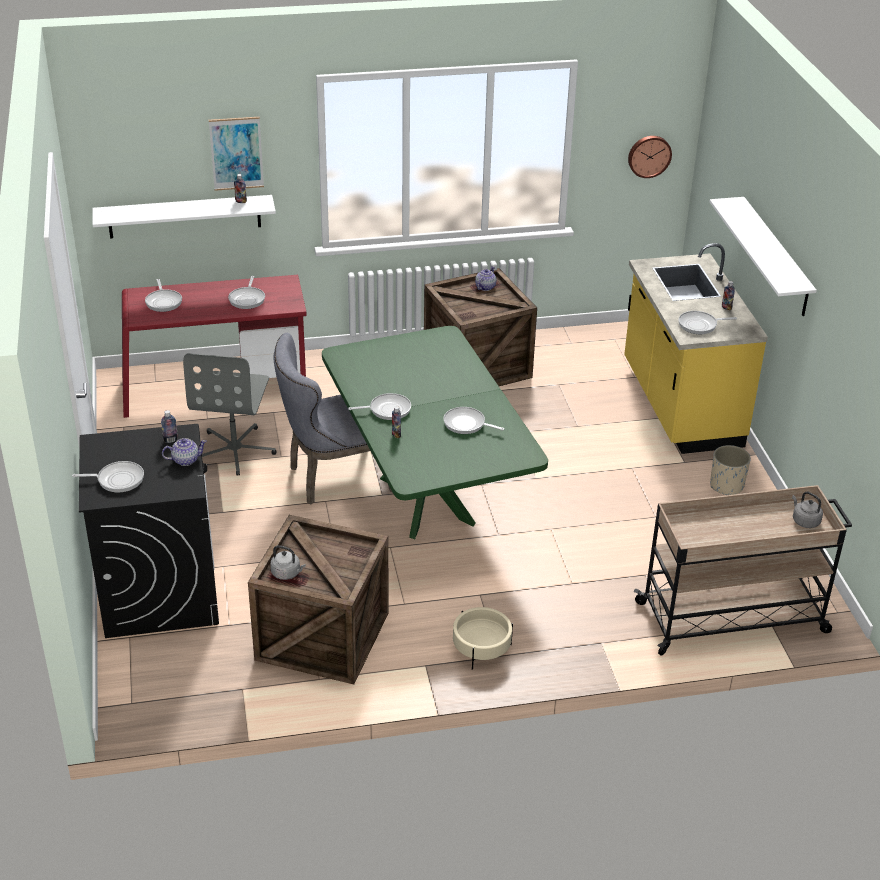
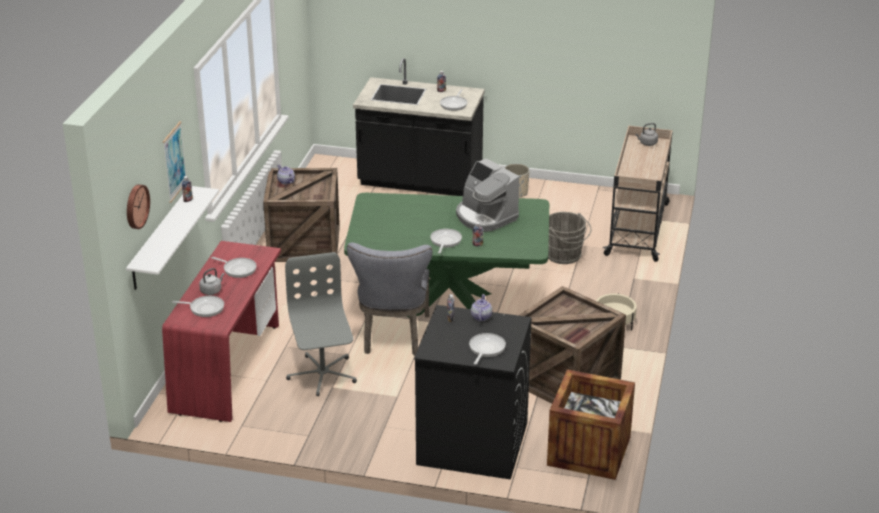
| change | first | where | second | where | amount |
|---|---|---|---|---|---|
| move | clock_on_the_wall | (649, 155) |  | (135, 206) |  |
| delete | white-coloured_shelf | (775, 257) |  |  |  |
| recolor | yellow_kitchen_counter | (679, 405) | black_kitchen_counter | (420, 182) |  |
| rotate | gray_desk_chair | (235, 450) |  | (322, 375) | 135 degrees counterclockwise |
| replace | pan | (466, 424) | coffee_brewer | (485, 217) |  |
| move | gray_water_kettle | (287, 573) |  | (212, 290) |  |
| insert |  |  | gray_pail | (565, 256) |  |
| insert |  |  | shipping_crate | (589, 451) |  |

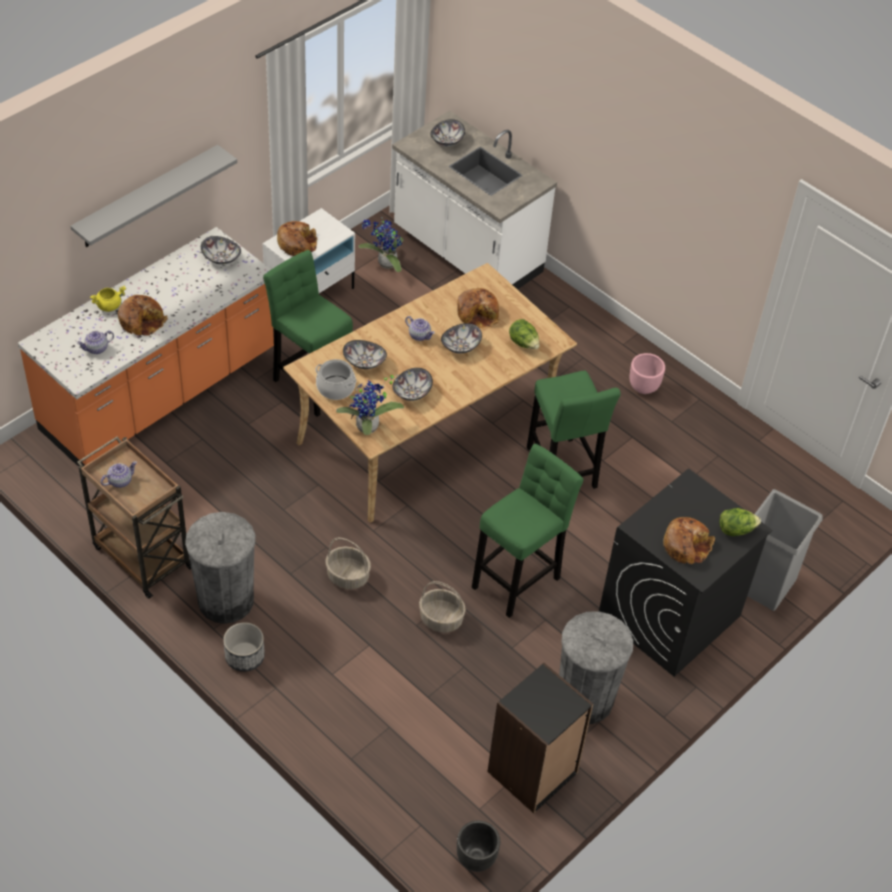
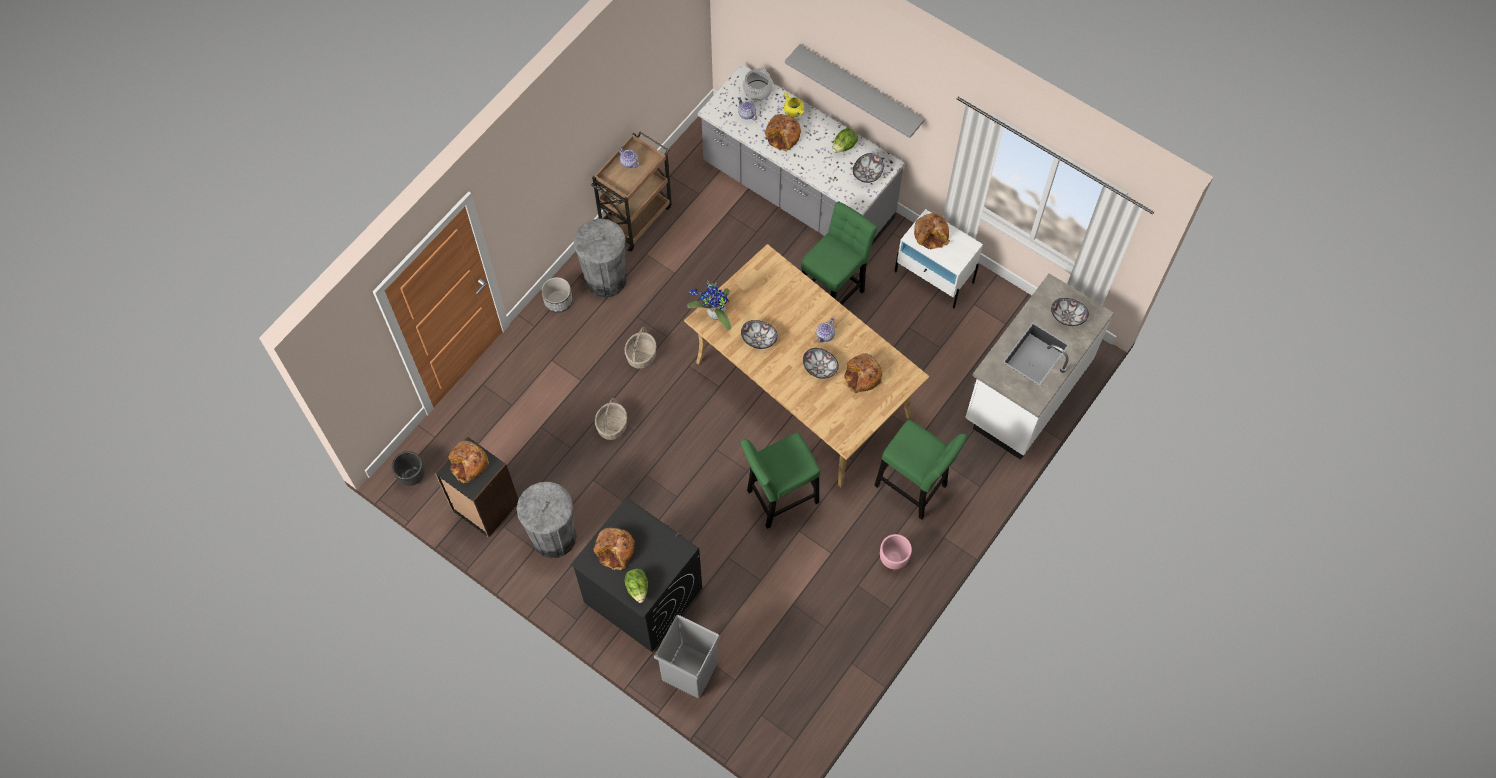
| change | first | where | second | where | amount |
|---|---|---|---|---|---|
| delete | potted_plant | (385, 264) |  |  |  |
| recolor | orange_kitchen_counter | (160, 392) | gray_kitchen_counter | (797, 193) |  |
| move | lettuce | (524, 344) |  | (844, 147) |  |
| delete | deep_dish | (364, 362) |  |  |  |
| move | saucepot | (336, 388) |  | (757, 90) |  |
| move | green_stool | (519, 579) |  | (913, 489) |  |
| insert |  |  | bread | (469, 464) |  |

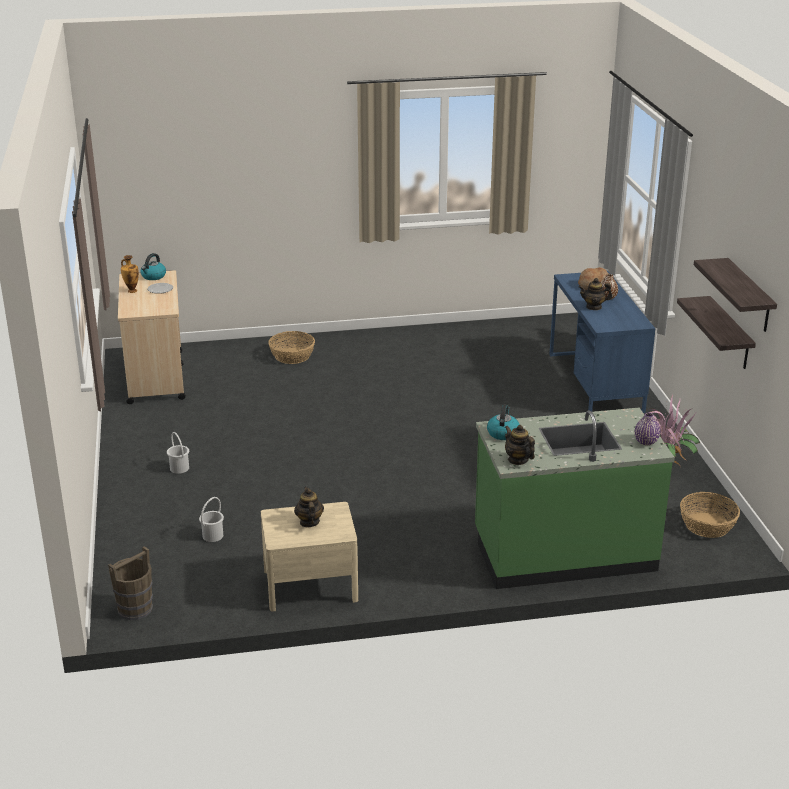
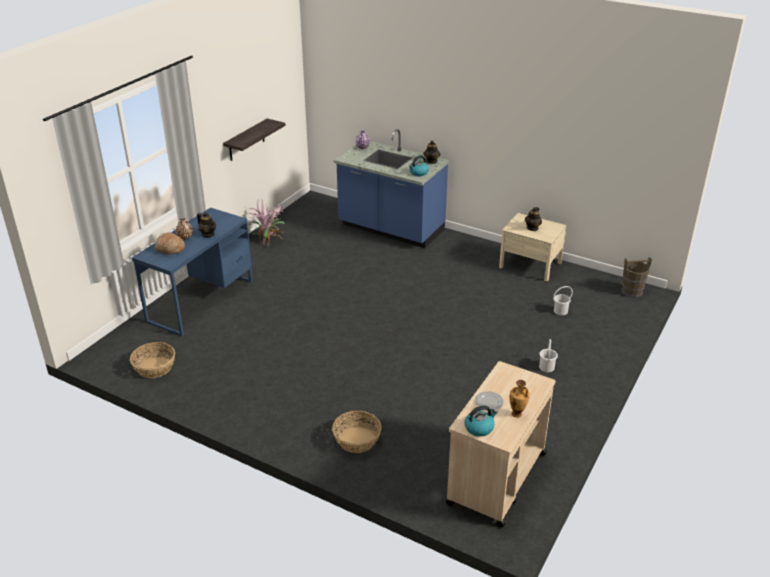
| change | first | where | second | where | amount |
|---|---|---|---|---|---|
| delete | shelf | (749, 296) |  |  |  |
| recolor | green_kitchen_counter | (564, 552) | blue_kitchen_counter | (391, 228) |  |
| move | basket | (707, 525) |  | (154, 368) |  |

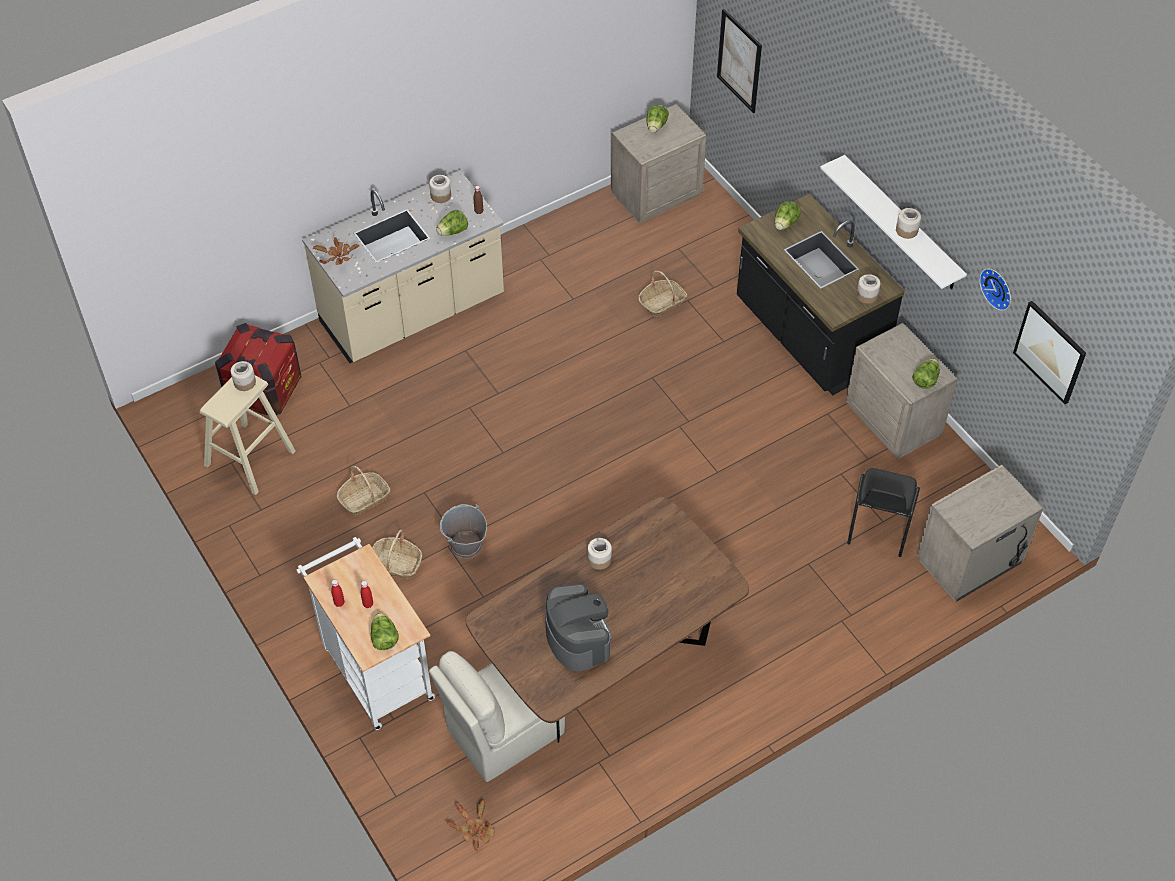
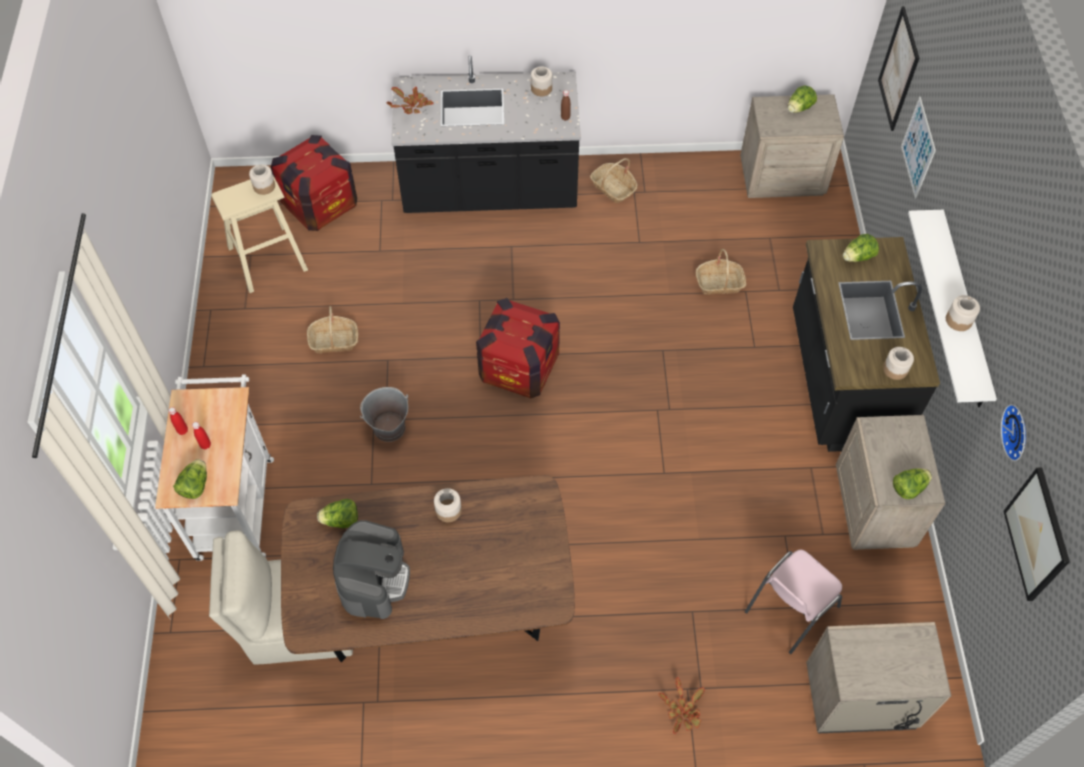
| change | first | where | second | where | amount |
|---|---|---|---|---|---|
| recolor | sand-coloured_kitchen_counter | (413, 312) | black_kitchen_counter | (490, 191) |  |
| move | lettuce | (453, 231) |  | (341, 520) |  |
| recolor | black_upright_chair | (879, 525) | pink_upright_chair | (790, 609) |  |
| move | basket | (396, 563) |  | (613, 188) |  |
| move | potted_plant | (475, 830) |  | (683, 711) |  |
| insert |  |  | wall_art | (918, 148) |  |
| insert |  |  | shipping_crate | (519, 367) |  |

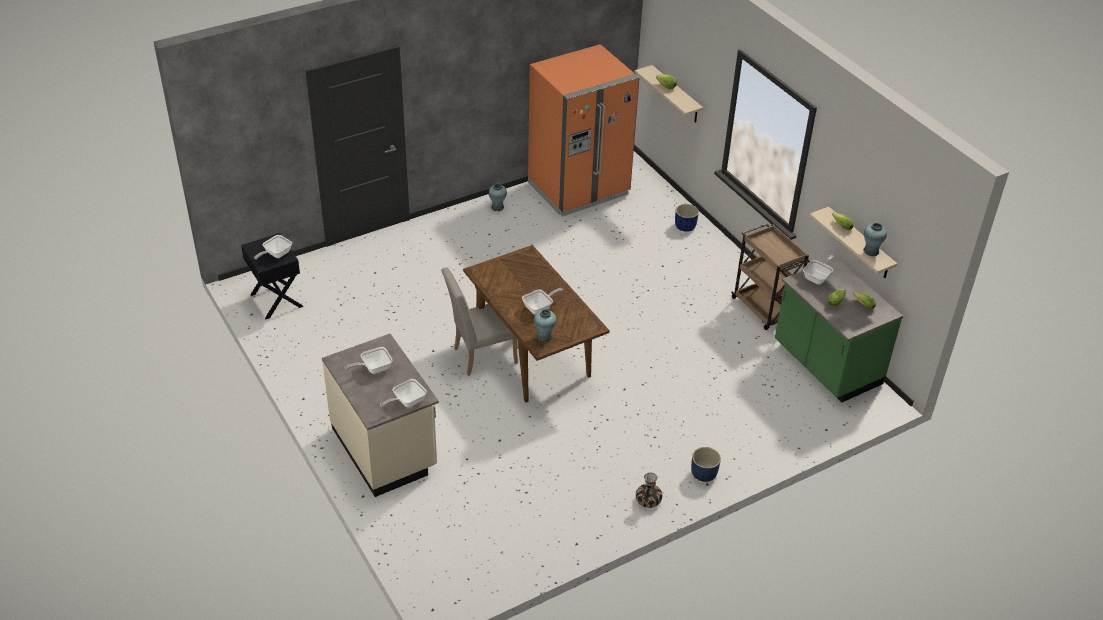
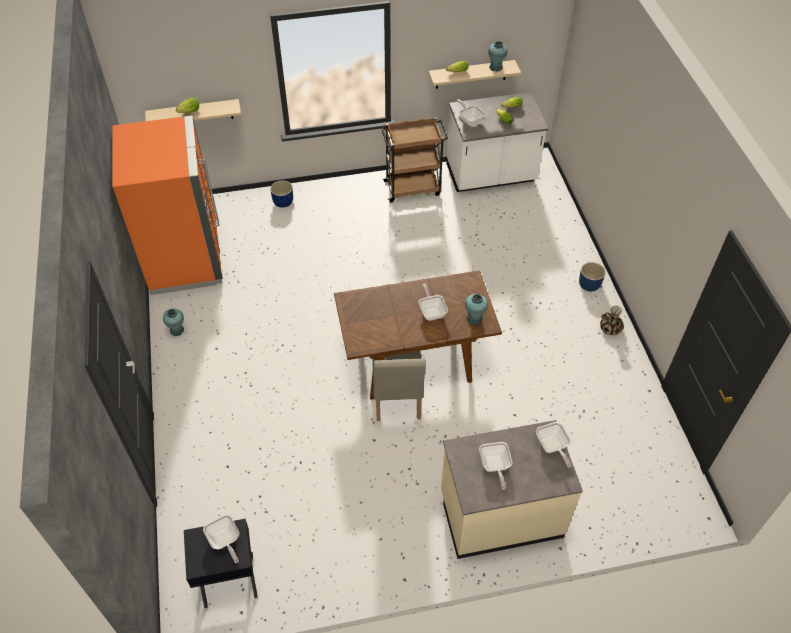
| change | first | where | second | where | amount |
|---|---|---|---|---|---|
| recolor | green_kitchen_counter | (826, 365) | white-coloured_kitchen_counter | (491, 175) |  |

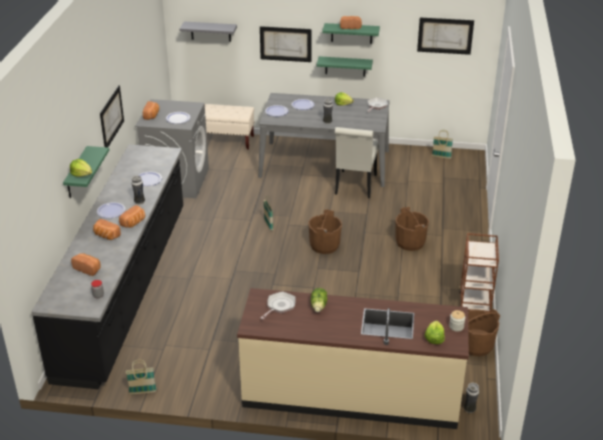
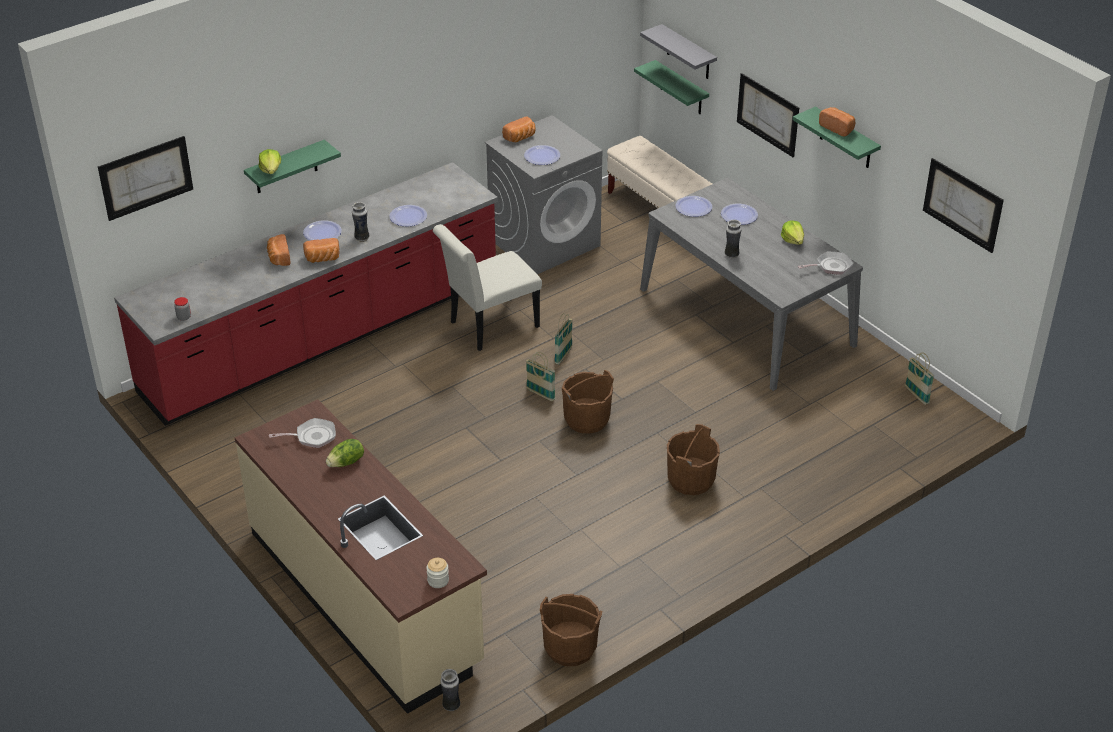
| change | first | where | second | where | amount |
|---|---|---|---|---|---|
| move | green_shelf | (345, 66) |  | (681, 88) |  |
| move | wall_art | (111, 117) |  | (146, 177) |  |
| move | white-coloured_upright_chair | (355, 186) |  | (489, 327) |  |
| recolor | black_kitchen_counter | (125, 288) | red_kitchen_counter | (323, 338) |  |
| delete | brown_trolley | (474, 305) |  |  |  |
| delete | bread | (88, 269) |  |  |  |
| delete | lettuce | (434, 338) |  |  |  |
| move | basket | (142, 392) |  | (540, 394) |  |

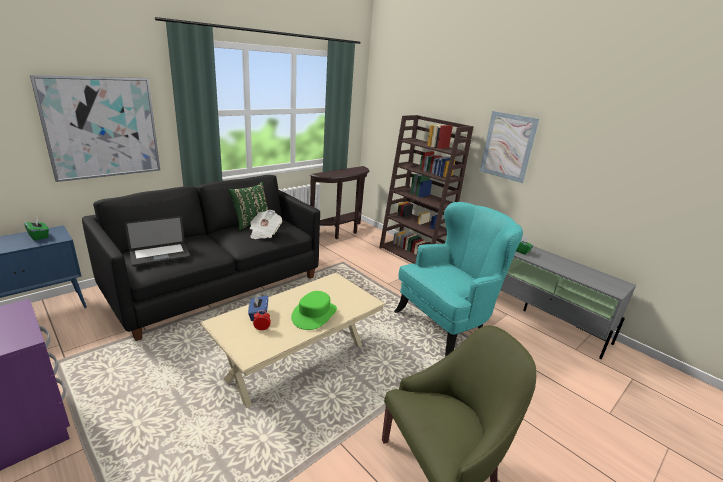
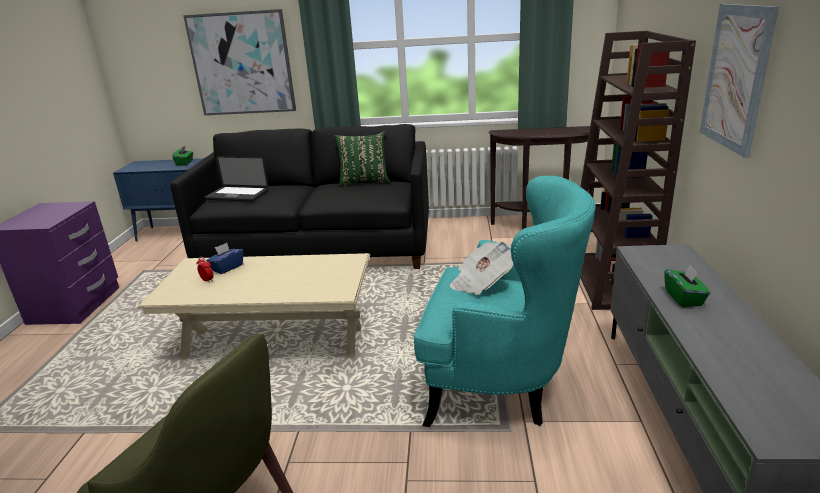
| change | first | where | second | where | amount |
|---|---|---|---|---|---|
| move | daily_paper | (264, 233) |  | (481, 283) |  |
| delete | green_clothing_hat | (314, 314) |  |  |  |

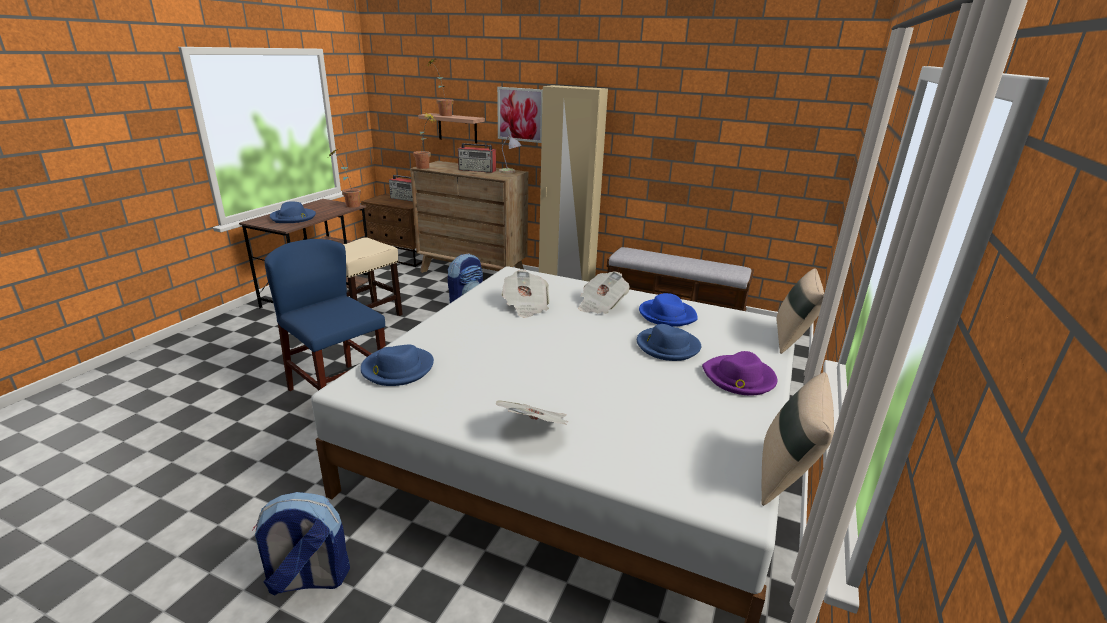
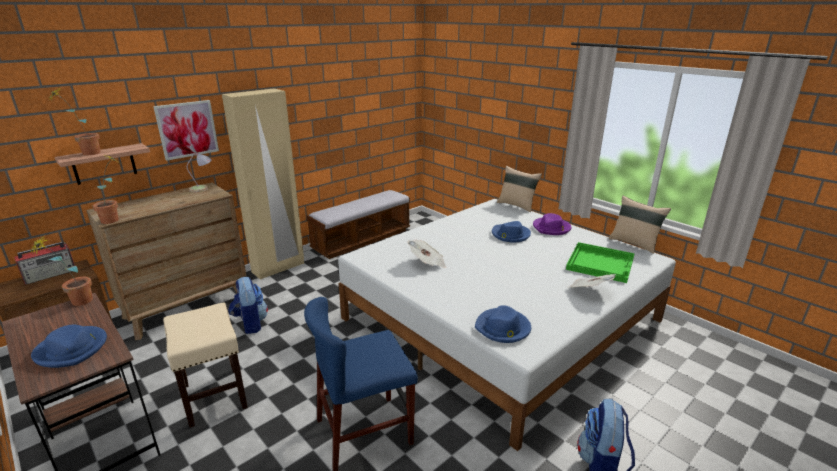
| change | first | where | second | where | amount |
|---|---|---|---|---|---|
| delete | radio_receiver | (477, 170) |  |  |  |
| delete | daily_paper | (601, 305) |  |  |  |
| delete | blue_clothing_hat | (667, 315) |  |  |  |
| insert |  |  | green_carrying_tray | (601, 263) |  |

